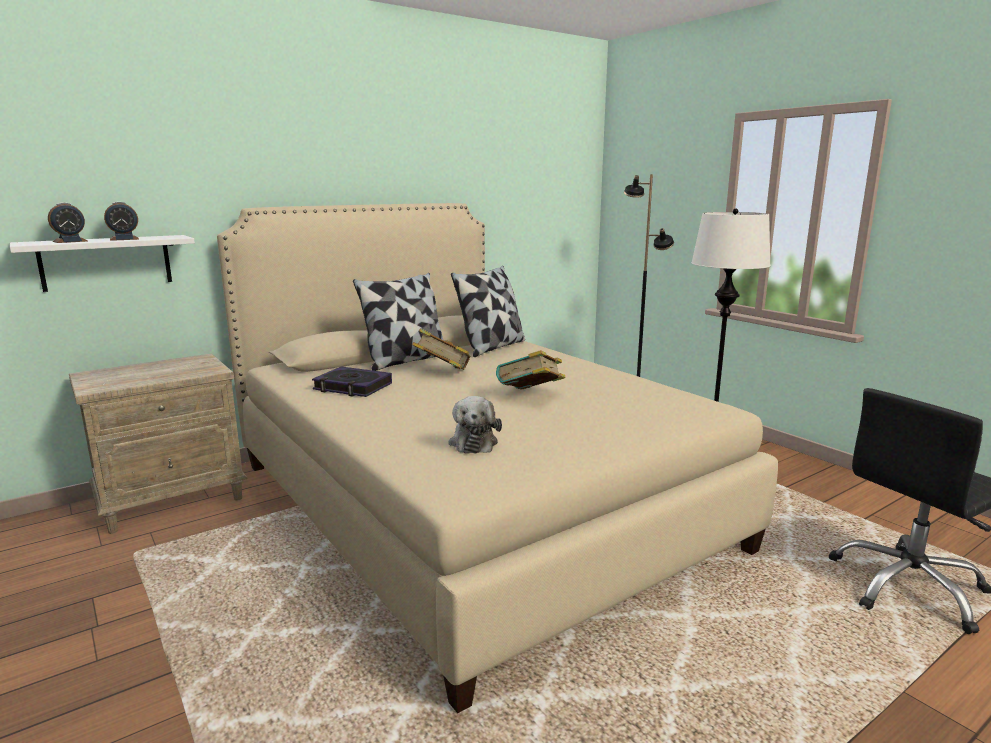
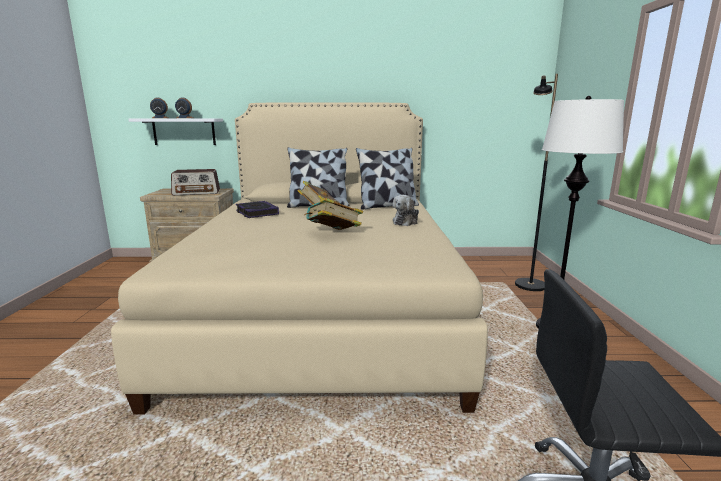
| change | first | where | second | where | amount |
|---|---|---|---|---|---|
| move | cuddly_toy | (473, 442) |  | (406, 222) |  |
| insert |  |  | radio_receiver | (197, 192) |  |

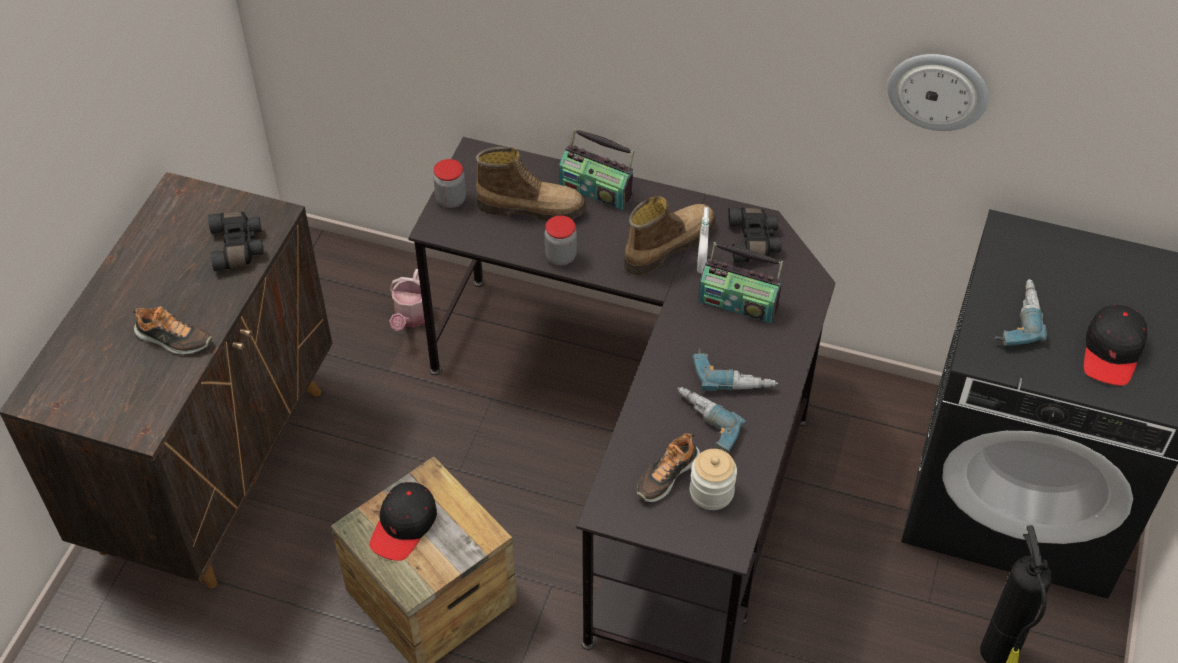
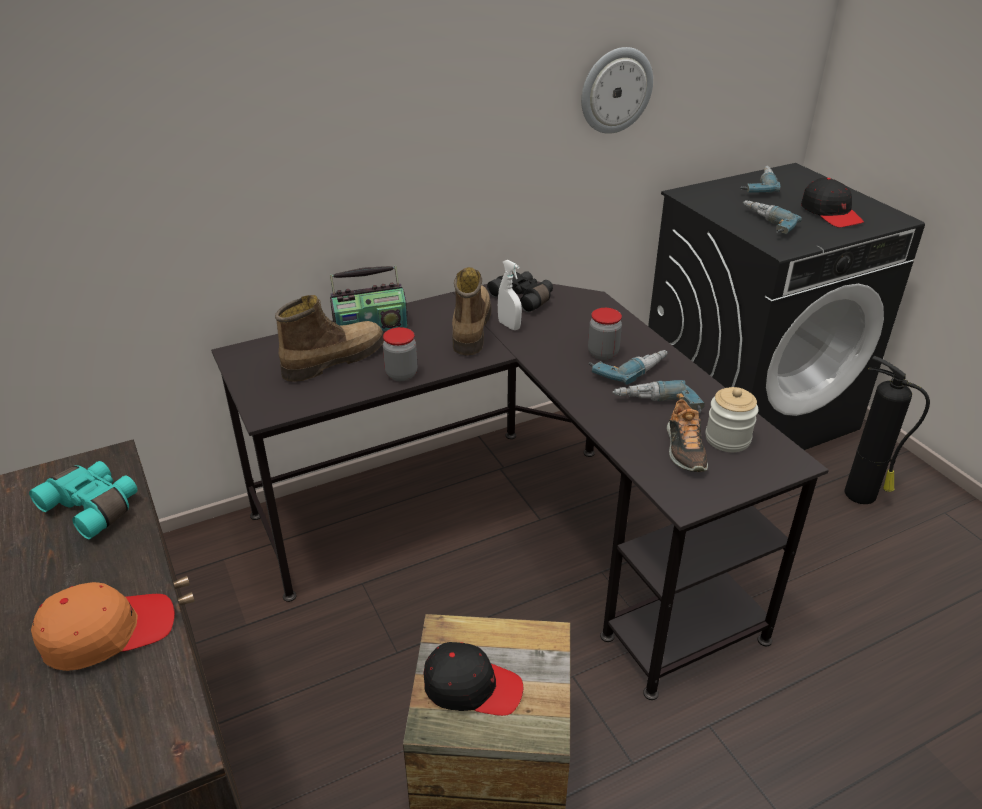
| change | first | where | second | where | amount |
|---|---|---|---|---|---|
| move | preserve_jar | (451, 200) |  | (603, 353) |  |
| recolor | black_pair_of_binoculars | (239, 247) | turquoise_pair_of_binoculars | (94, 507) |  |
| delete | radio_receiver | (739, 302) |  |  |  |
| delete | watering_can | (410, 318) |  |  |  |
| replace | low_shoe | (173, 339) | orange_cap | (107, 632) |  |
| rotate | black_cap | (404, 526) |  | (472, 687) | 60 degrees counterclockwise |
| insert |  |  | electric_drill | (756, 186) |  |

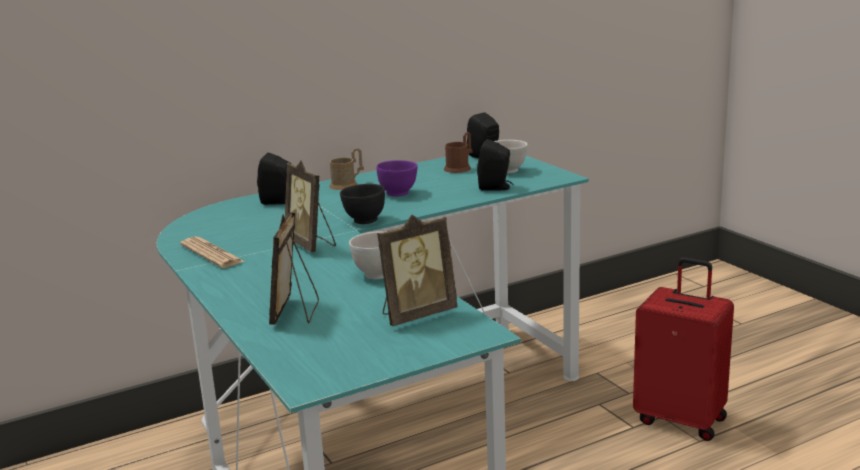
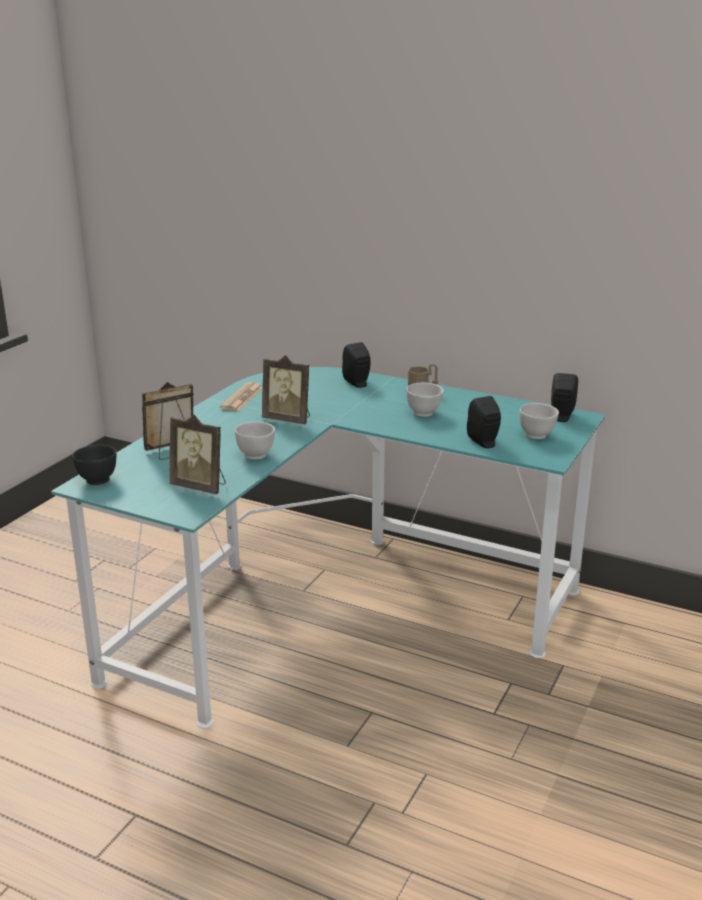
| change | first | where | second | where | amount |
|---|---|---|---|---|---|
| delete | brown_coffee_mug | (460, 167) |  |  |  |
| recolor | purplish_deep_dish | (398, 193) | white-coloured_deep_dish | (424, 413) |  |
| rotate | photo_frame | (311, 244) |  | (288, 419) | 90 degrees counterclockwise |
| move | black_deep_dish | (364, 220) |  | (97, 480) |  |
| delete | red_suitcase | (681, 419) |  |  |  |

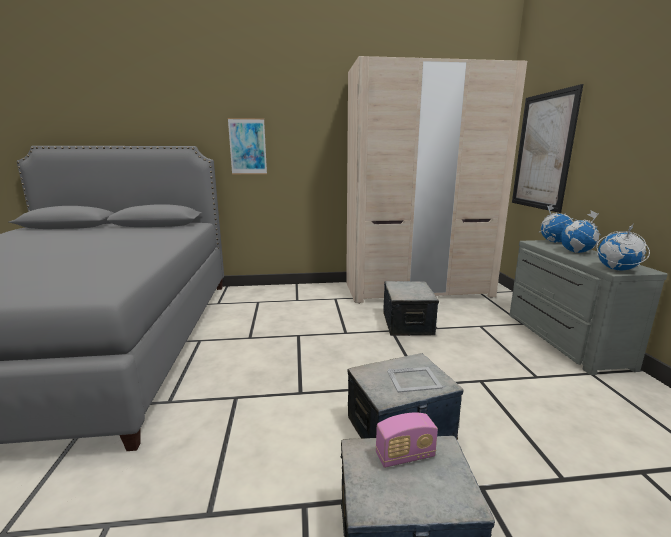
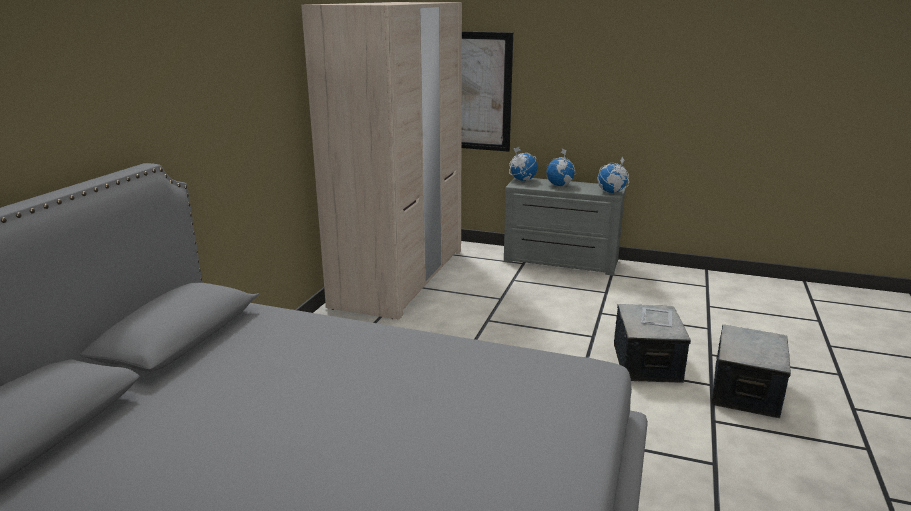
| change | first | where | second | where | amount |
|---|---|---|---|---|---|
| delete | wall_art | (247, 146) |  |  |  |
| delete | storage_box | (408, 324) |  |  |  |
| delete | radio_receiver | (405, 456) |  |  |  |

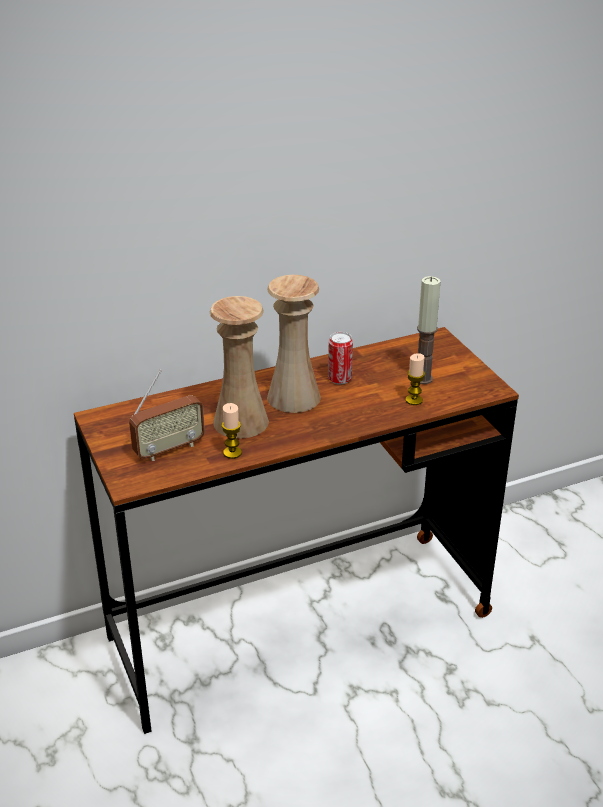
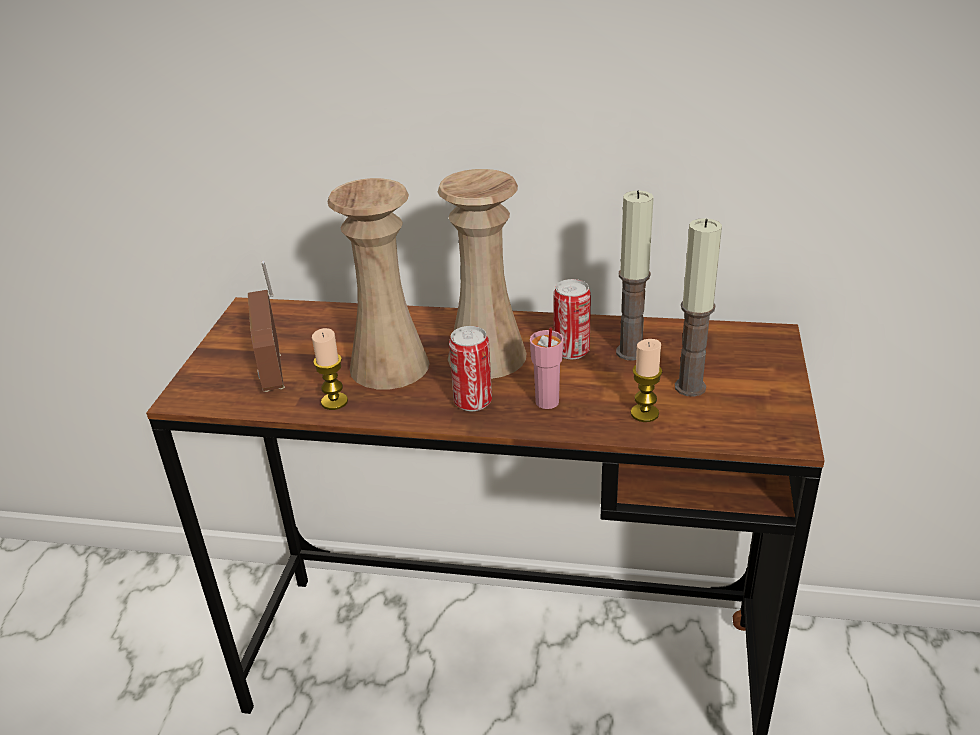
| change | first | where | second | where | amount |
|---|---|---|---|---|---|
| rotate | radio_receiver | (169, 449) |  | (273, 371) | 75 degrees clockwise |
| insert |  |  | wax_light | (630, 352) |  |
| insert |  |  | metal_can | (473, 402) |  |
| insert |  |  | pink_drinking_cup | (546, 402) |  |

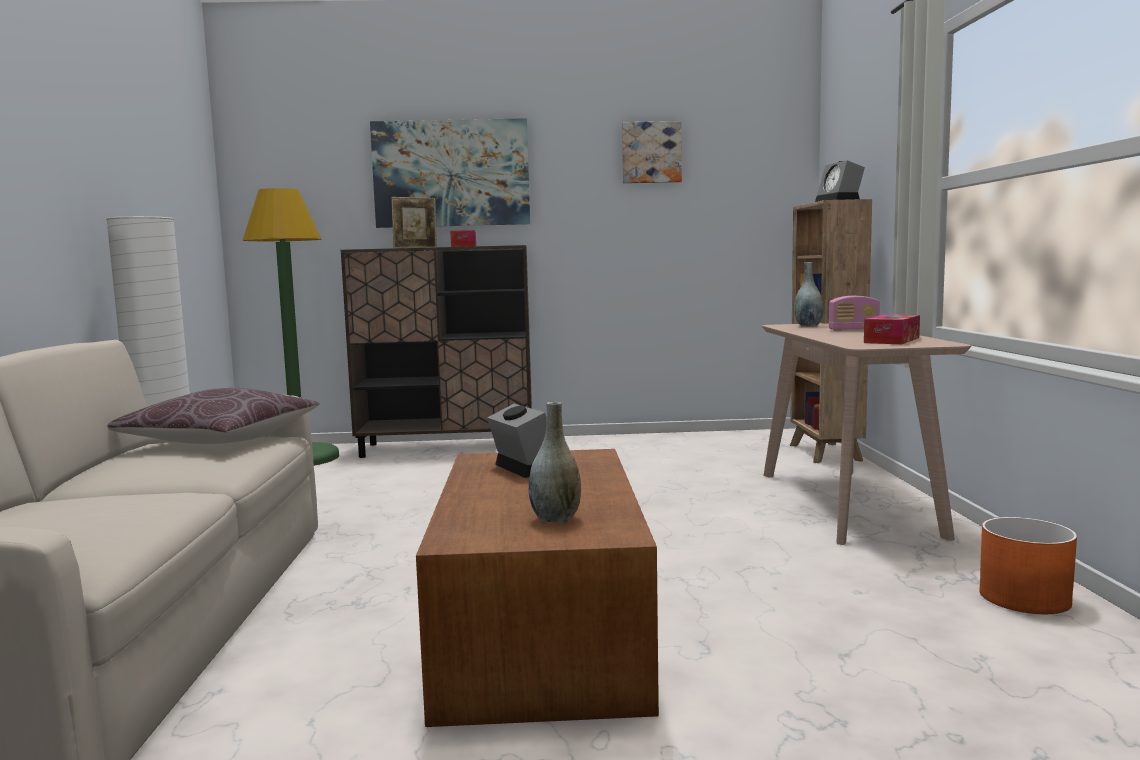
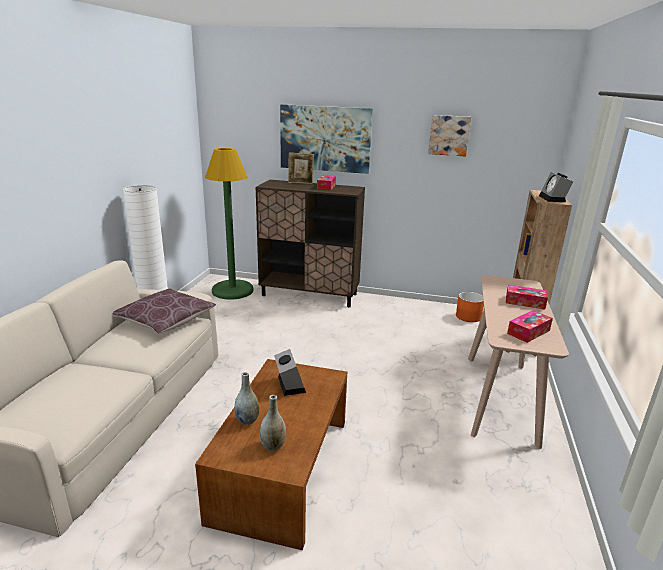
| change | first | where | second | where | amount |
|---|---|---|---|---|---|
| move | gray_flower_vase | (808, 326) |  | (247, 420) |  |
| replace | radio_receiver | (853, 330) | tissue_box | (525, 302) |  |
| move | orange_planter | (1025, 598) |  | (468, 316) |  |

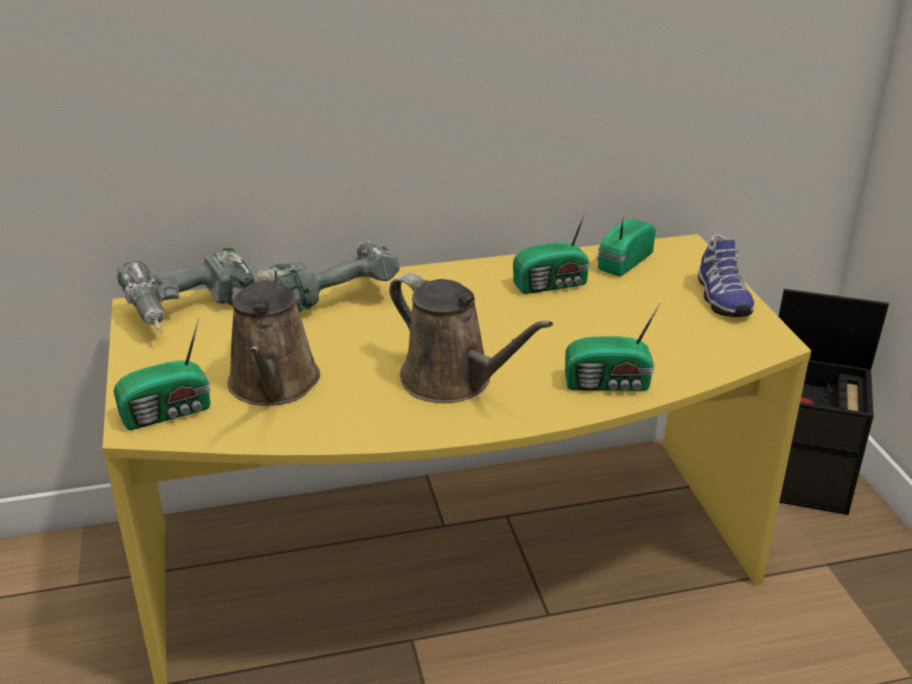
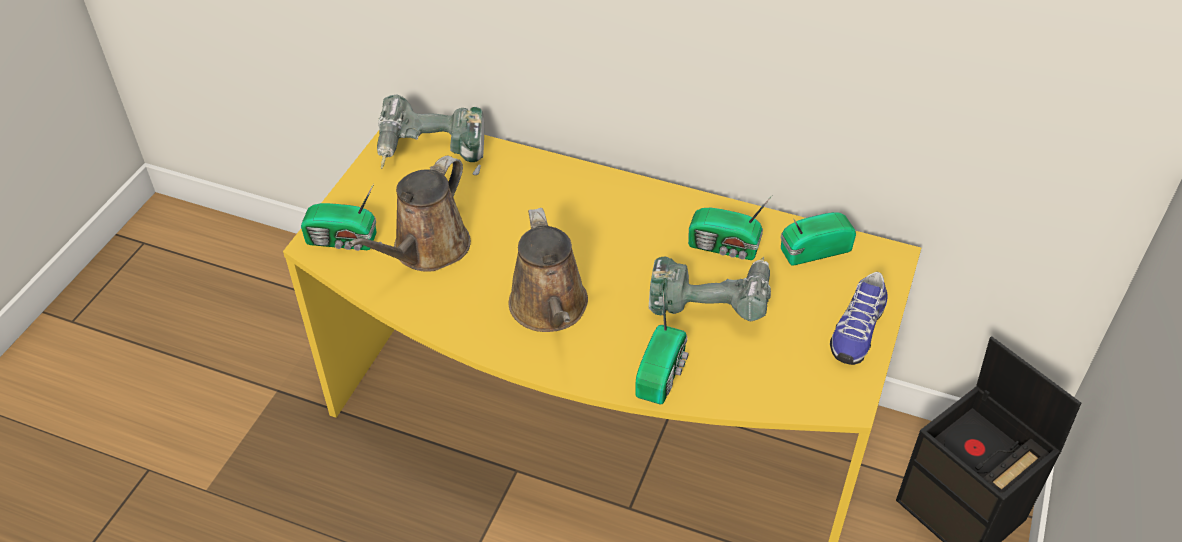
| change | first | where | second | where | amount |
|---|---|---|---|---|---|
| move | electric_drill | (332, 295) |  | (709, 300) |  |
| rotate | radio_receiver | (609, 384) |  | (663, 373) | 105 degrees counterclockwise |

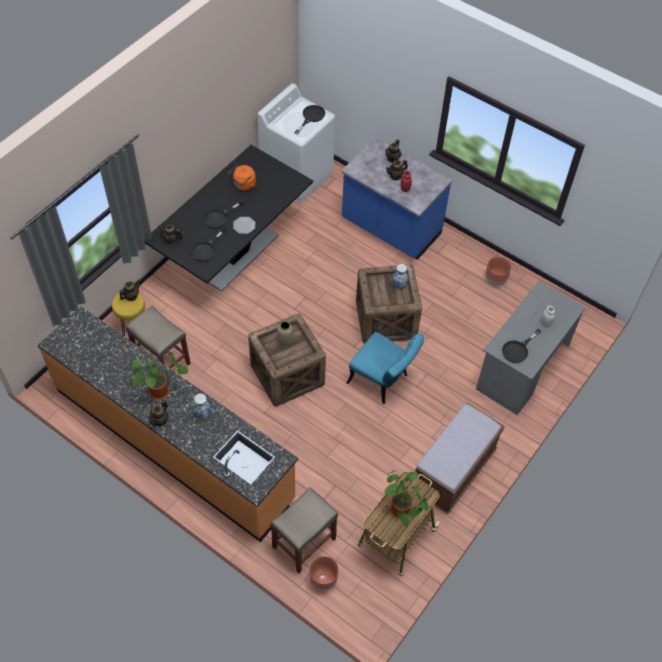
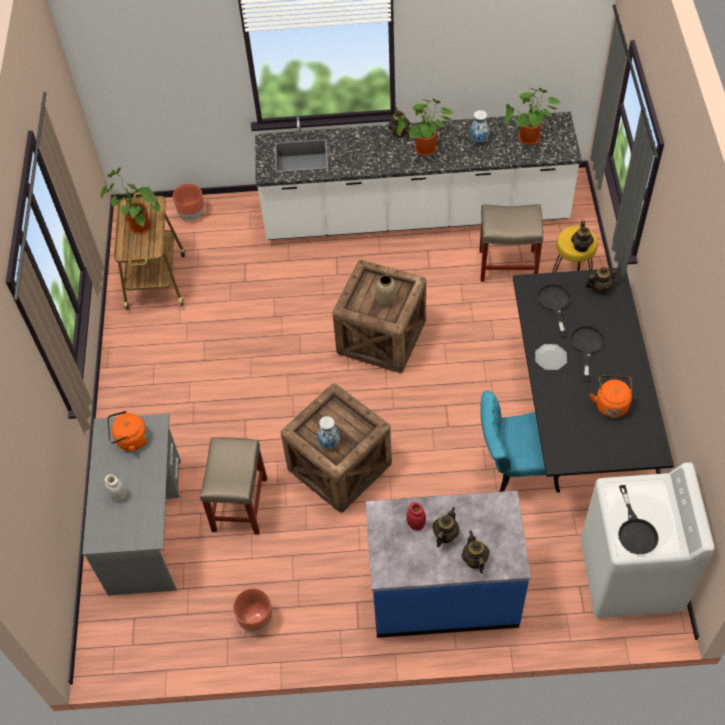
| change | first | where | second | where | amount |
|---|---|---|---|---|---|
| recolor | orange_kitchen_counter | (173, 443) | white-coloured_kitchen_counter | (415, 215) |  |
| replace | black_pan | (518, 350) | orange_water_kettle | (130, 440) |  |
| move | turquoise_upright_chair | (383, 381) |  | (515, 468) |  |
| move | flower_vase | (202, 414) |  | (479, 140) |  |
| delete | brown_long_seat | (454, 471) |  |  |  |
| move | sand-coloured_stool | (304, 542) |  | (240, 505) |  |
| insert |  |  | potted_plant | (529, 140) |  |

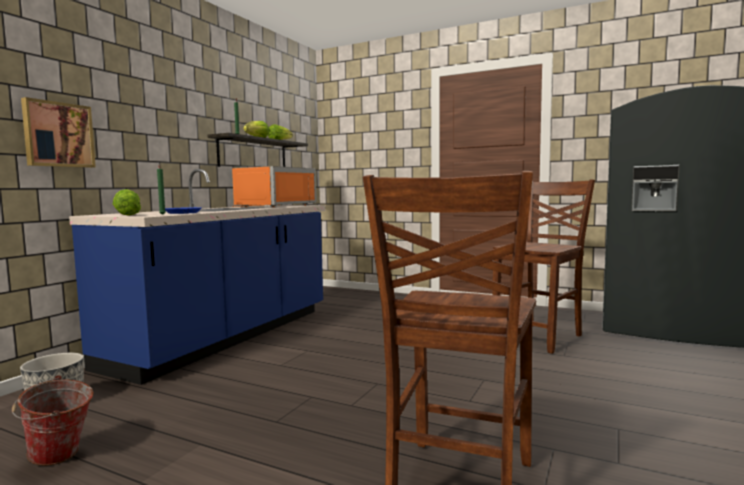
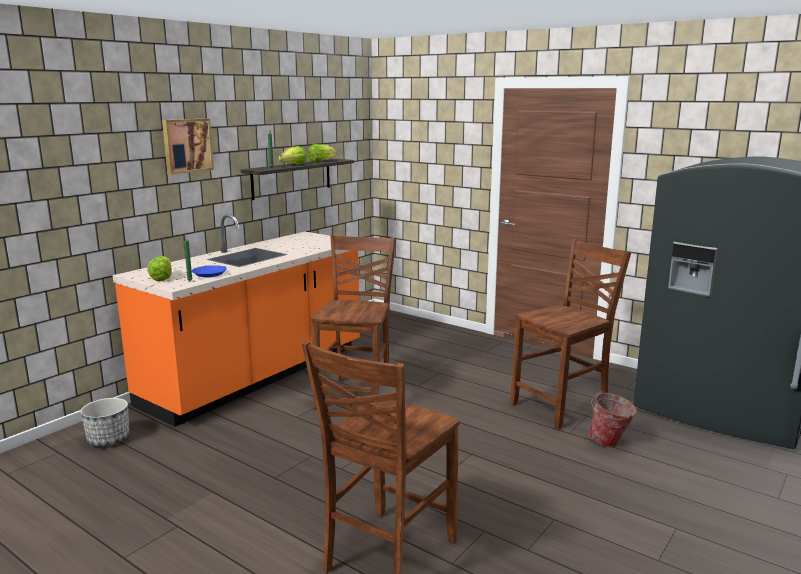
| change | first | where | second | where | amount |
|---|---|---|---|---|---|
| move | wall_art | (58, 135) |  | (187, 145) |  |
| delete | orange_kitchen_microwave | (272, 206) |  |  |  |
| recolor | blue_kitchen_counter | (227, 336) | orange_kitchen_counter | (258, 375) |  |
| move | pail | (58, 459) |  | (610, 443) |  |
| insert |  |  | brown_upright_chair | (356, 395) |  |

